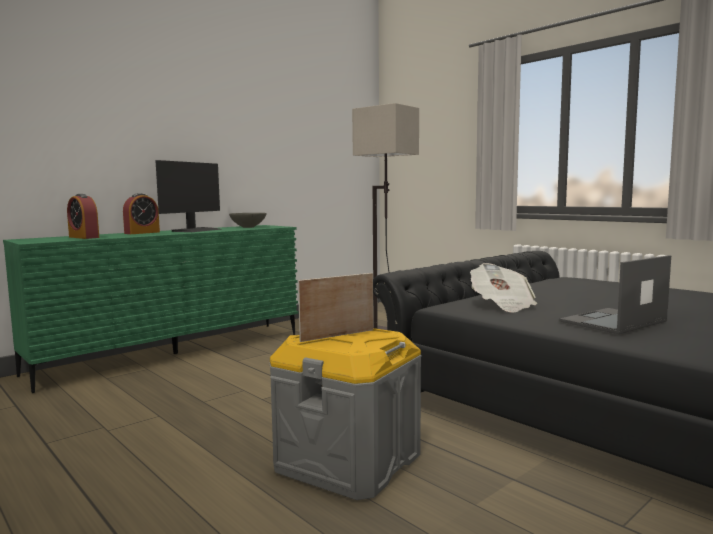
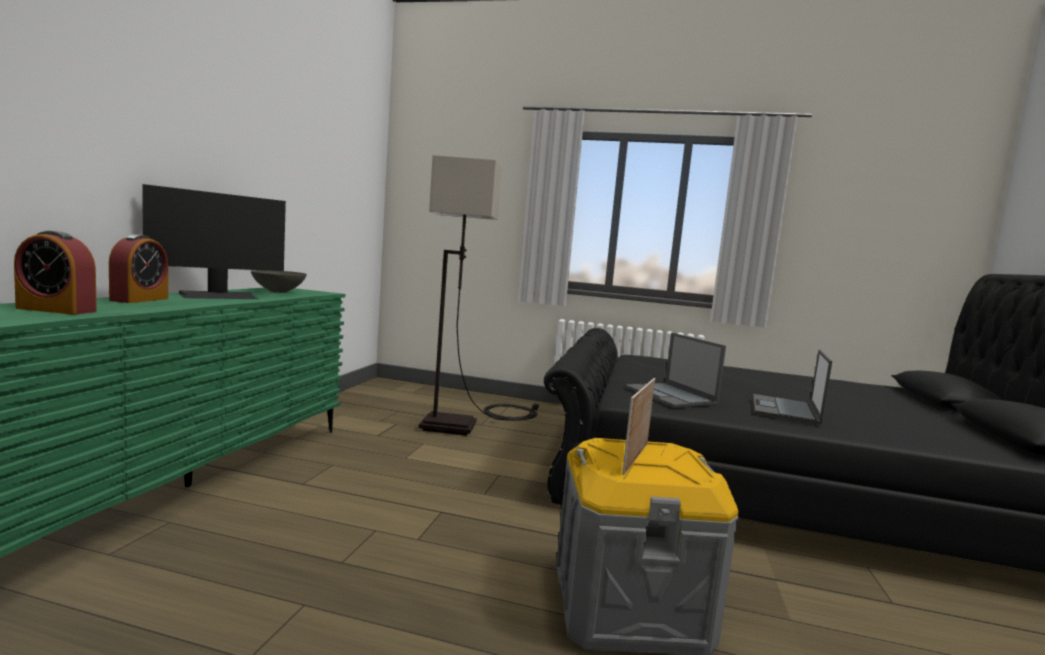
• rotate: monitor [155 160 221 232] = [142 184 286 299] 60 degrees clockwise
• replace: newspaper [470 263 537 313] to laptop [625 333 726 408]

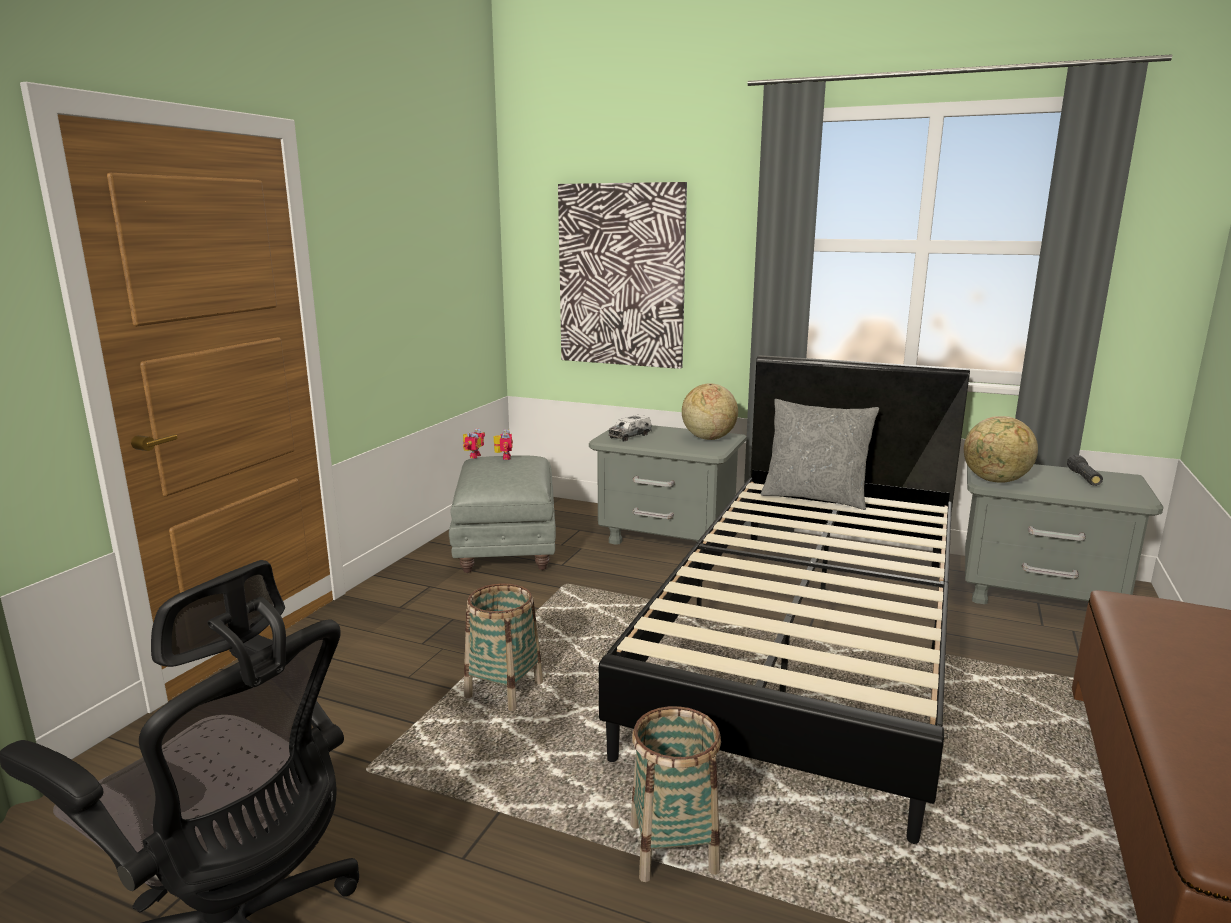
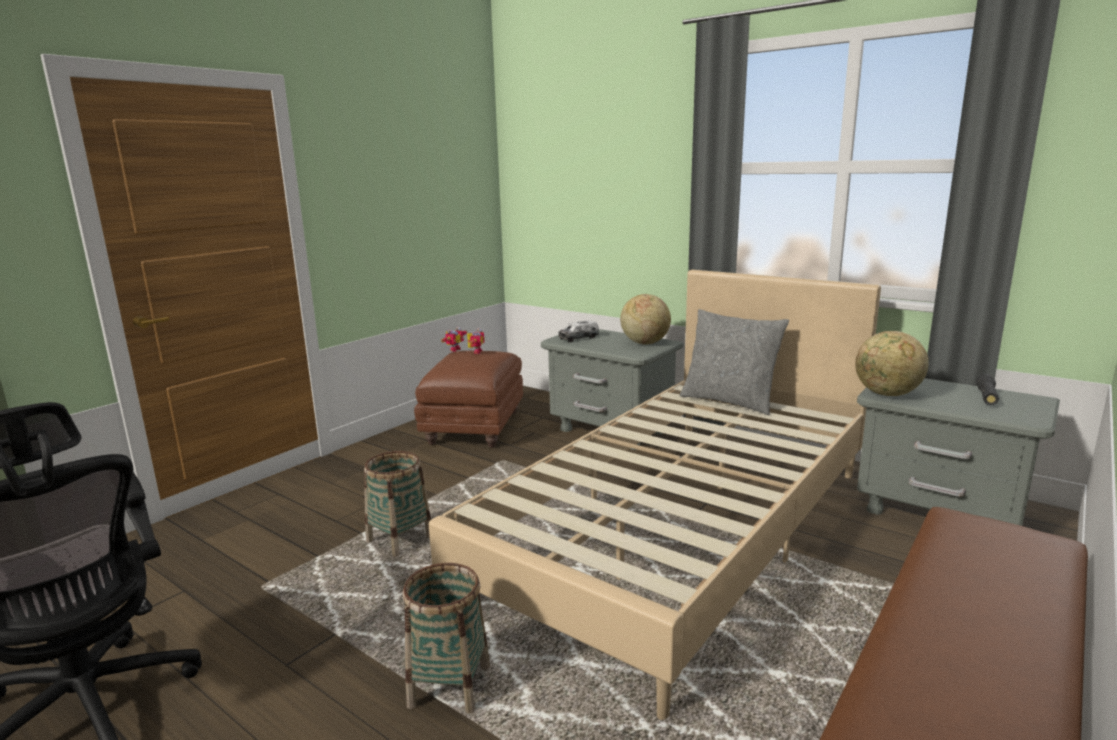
• delete: picture [558 182 687 369]
• recolor: bed (black) [599 355 970 844] to bed (beige) [429 270 881 720]
• recolor: ottoman (grey) [449 455 556 573] to ottoman (brown) [414 351 523 448]

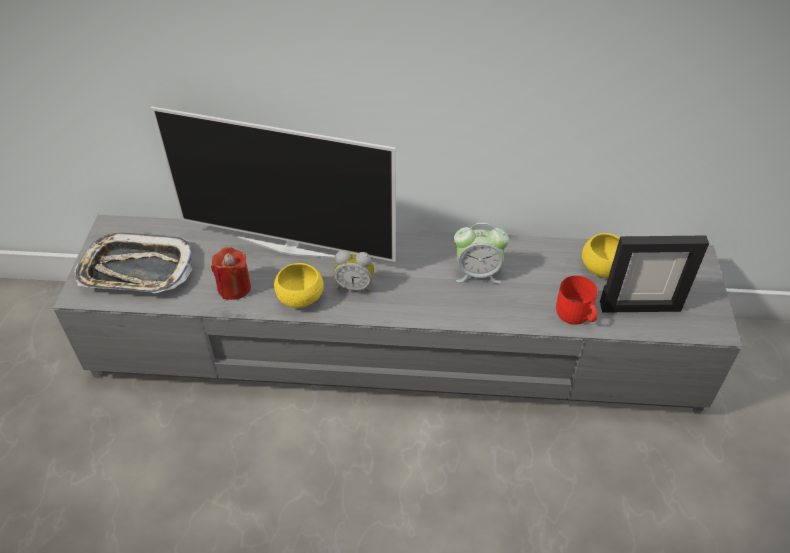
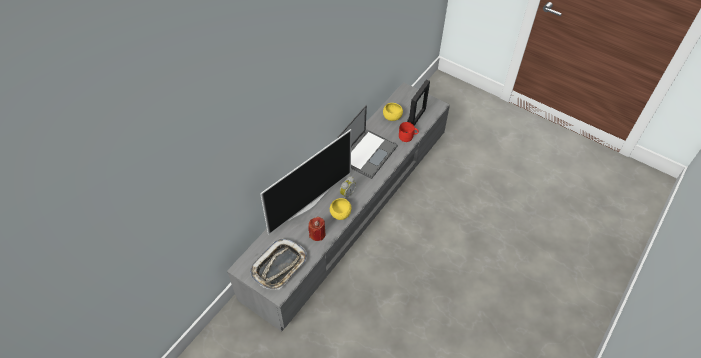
• replace: alarm clock [454 223 509 283] to laptop [338 105 398 179]

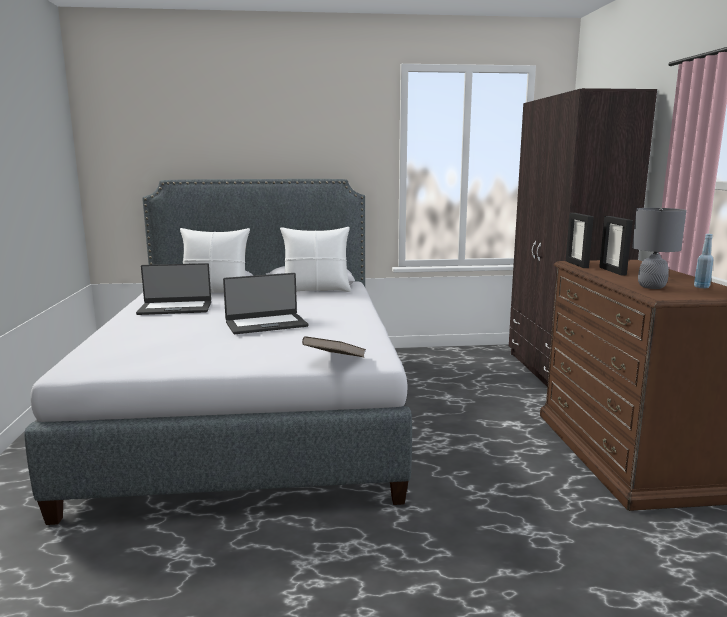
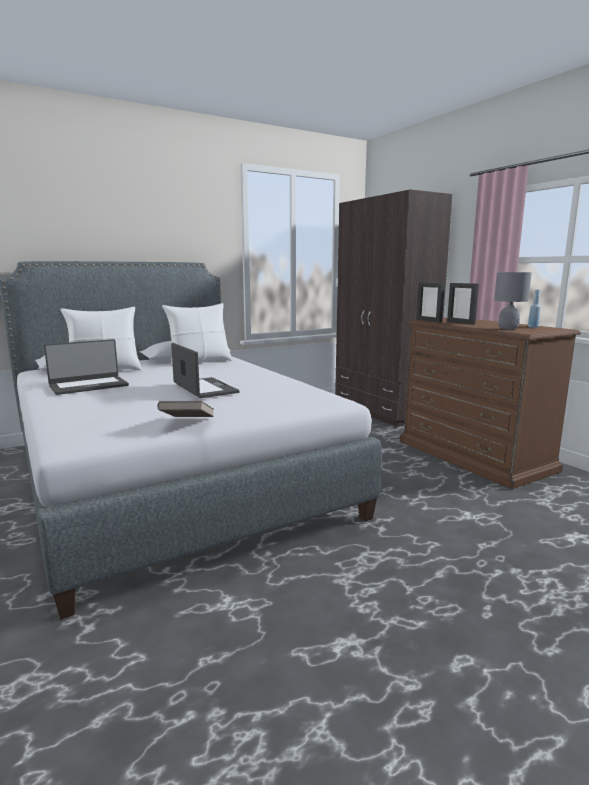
• rotate: laptop [223 273 308 334] = [171 343 240 398] 75 degrees counterclockwise
• move: book (brown) [302 336 366 357] to [157 401 214 417]

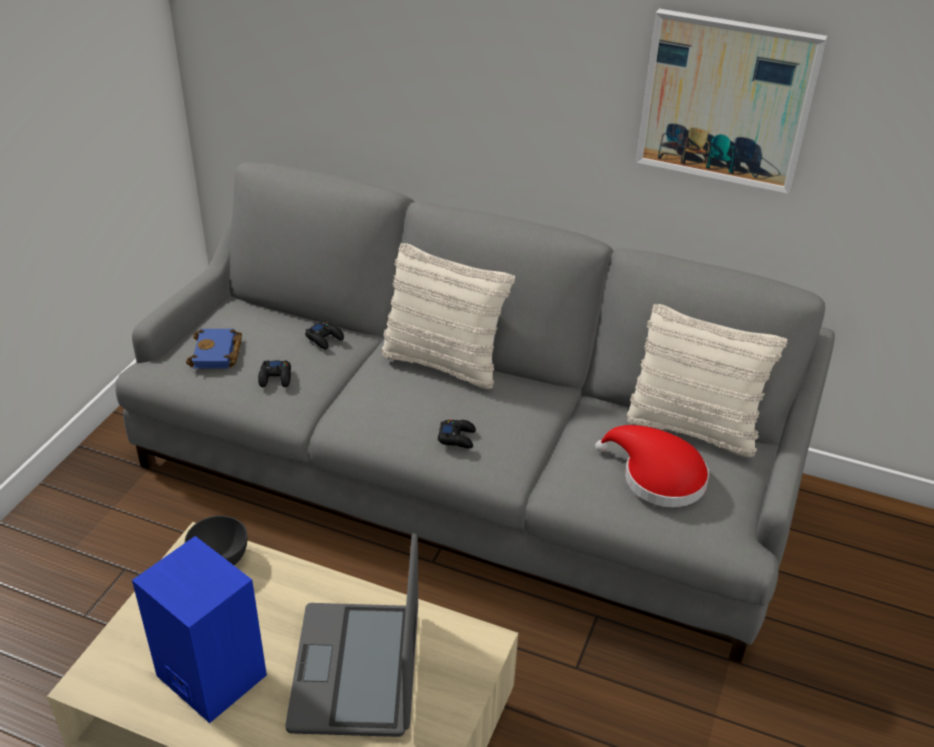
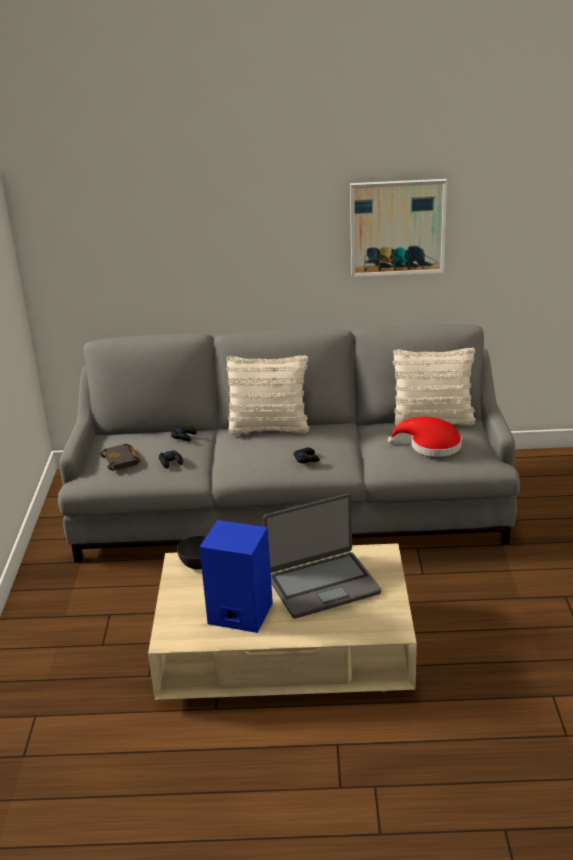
• recolor: book (blue) [186 329 242 369] to book (black) [100 444 141 471]
• rotate: laptop [285 533 418 737] = [263 494 381 619] 90 degrees counterclockwise

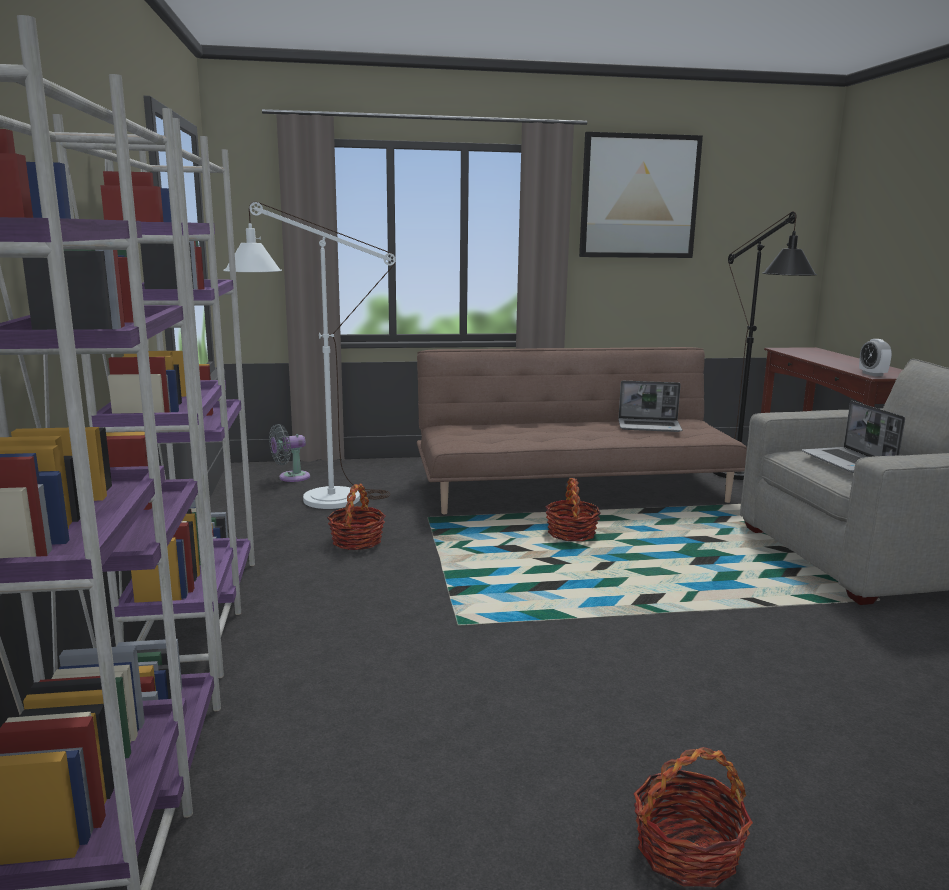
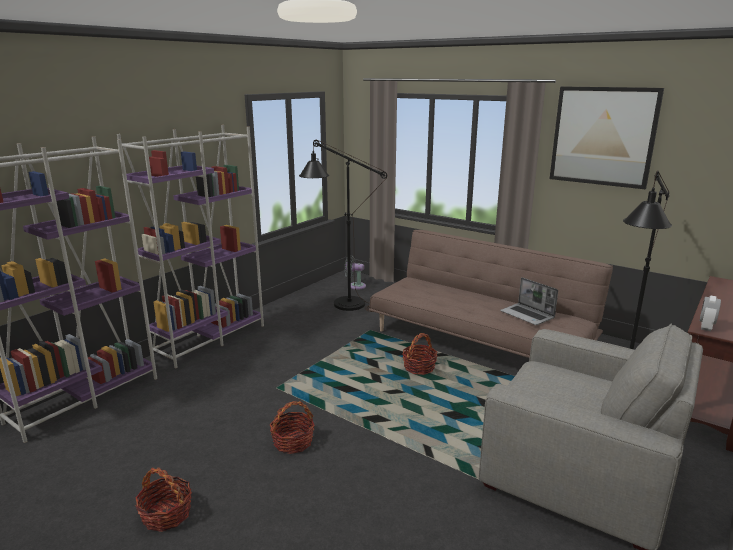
• recolor: floor lamp (white) [223 202 396 509] to floor lamp (black) [299 140 387 312]
• delete: laptop [802 401 905 473]
• move: basket [327 484 385 550] to [270 401 315 454]

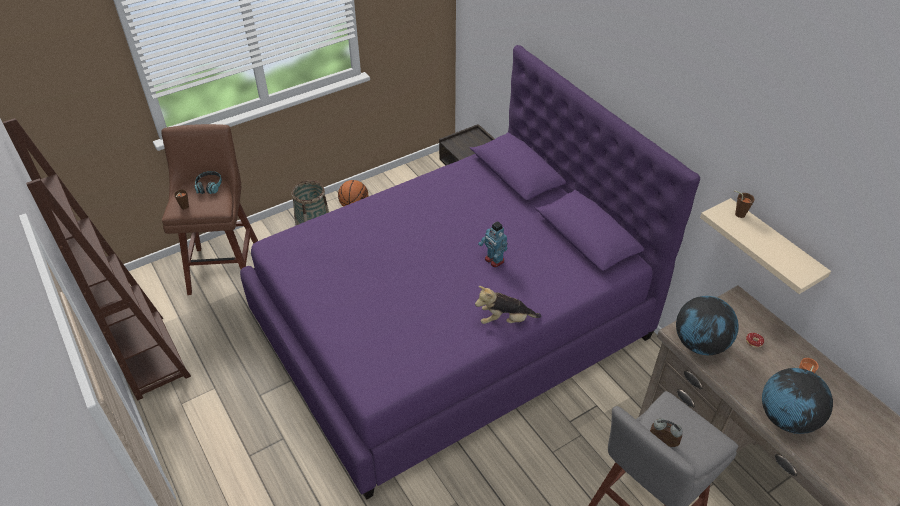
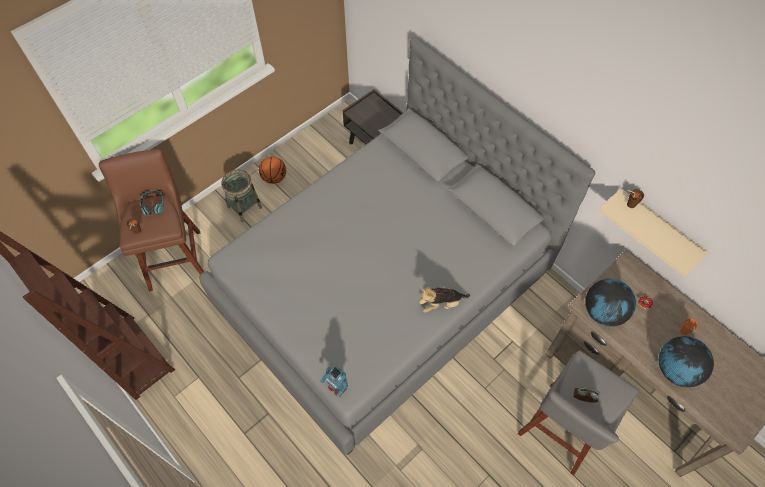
• recolor: bed (purple) [240 45 700 500] to bed (grey) [199 37 595 456]
• move: toy robot [478 221 508 267] to [320 367 348 398]

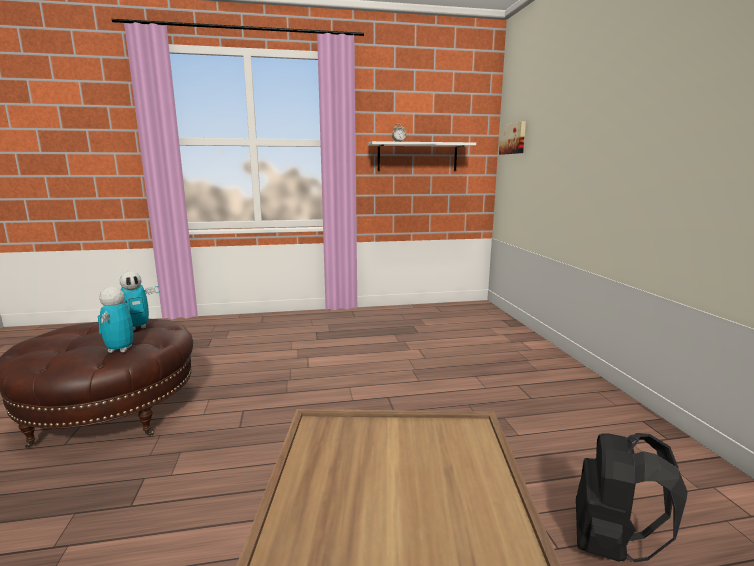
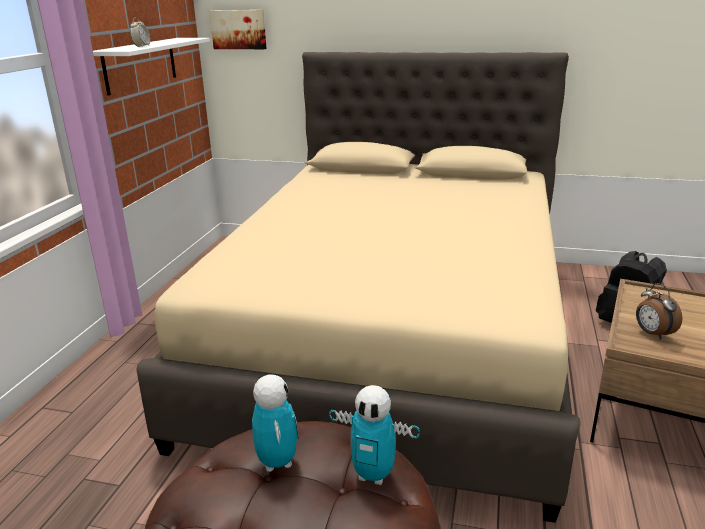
• insert: bed (beige) [136 52 580 523]
• insert: alarm clock [636 283 683 340]

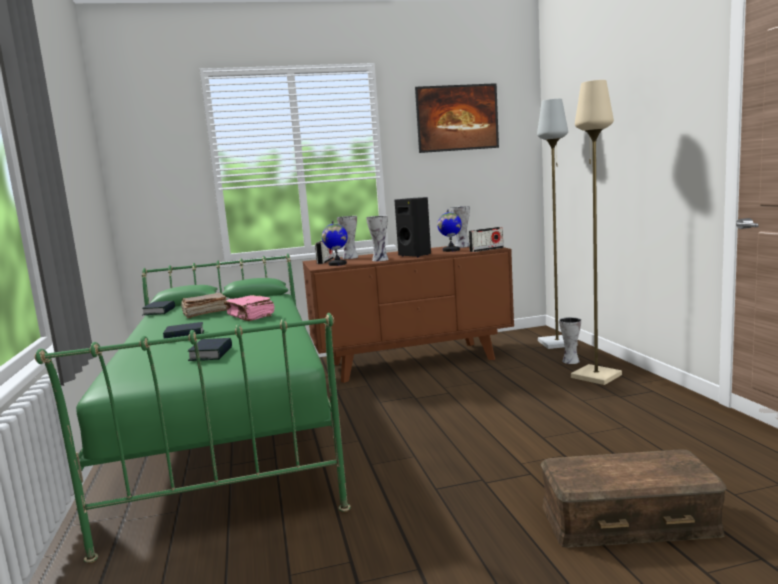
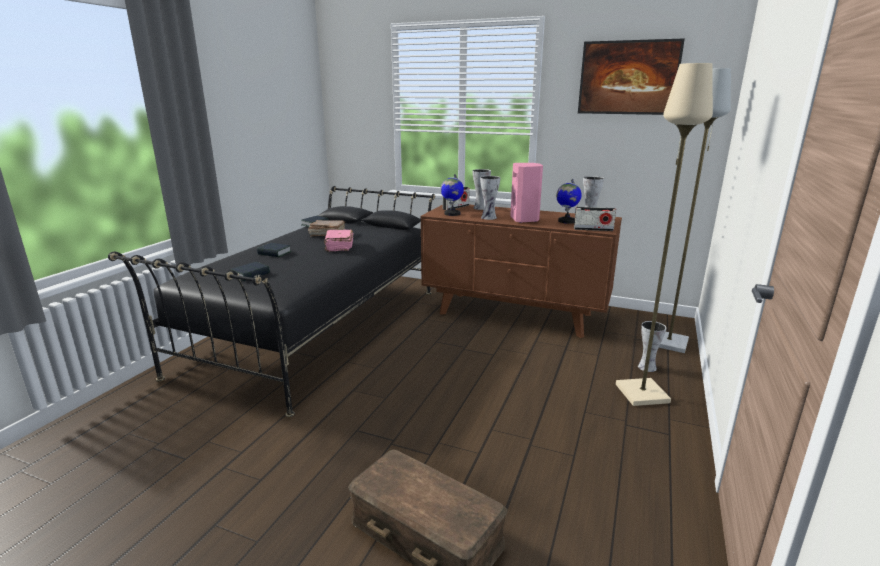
• recolor: speaker (black) [394 197 431 257] to speaker (pink) [510 163 543 223]
• recolor: bed (green) [35 253 351 564] to bed (black) [108 186 435 417]

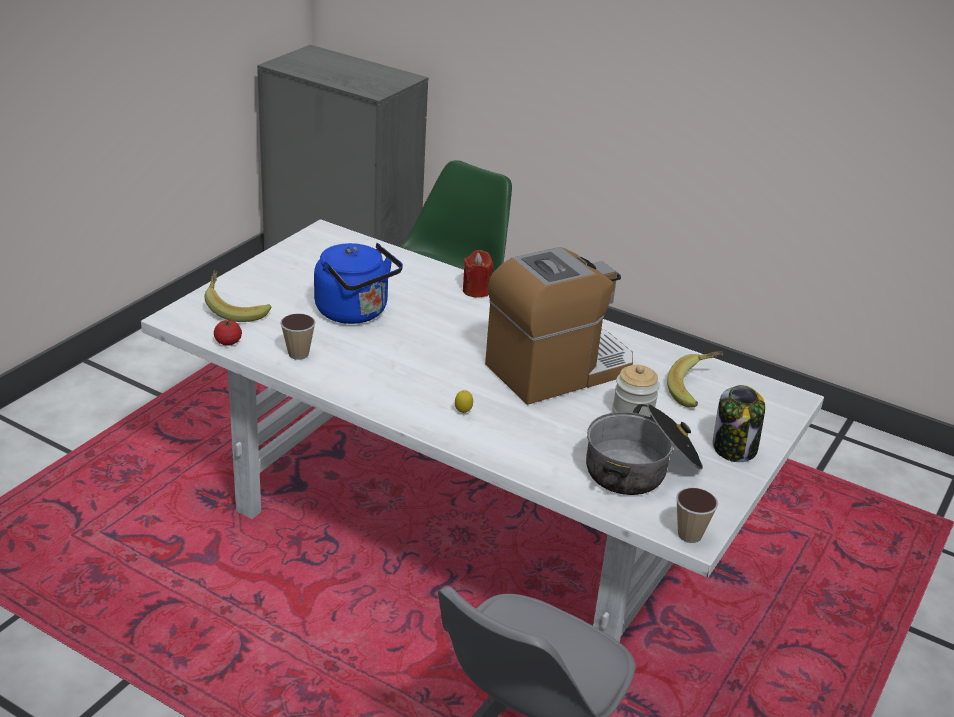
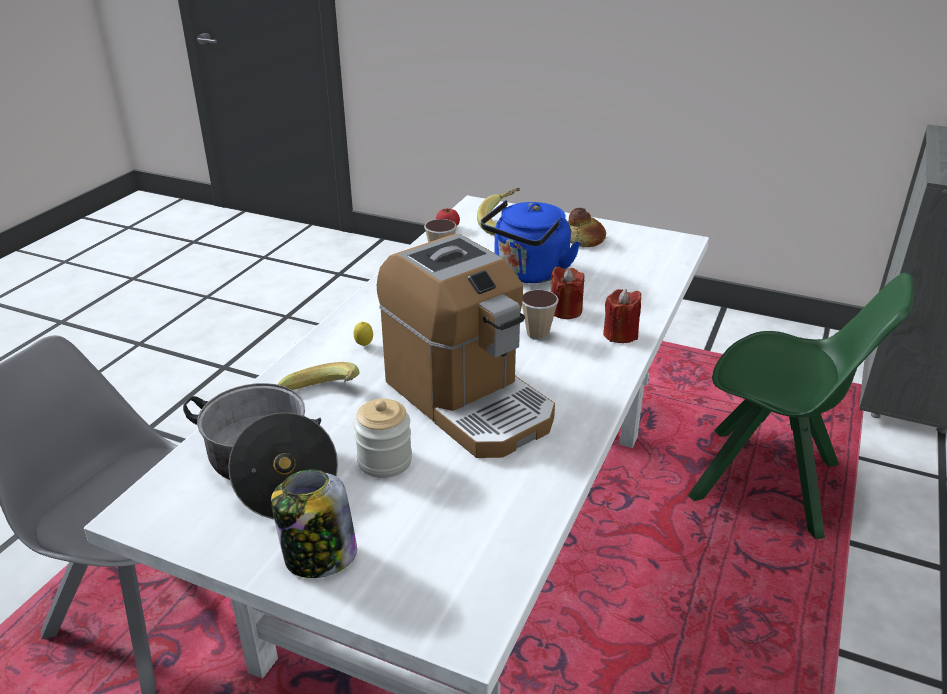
• move: banana [667 351 723 407] to [277 362 359 390]
• move: cup [676 488 718 543] to [522 290 559 340]
• insert: bread [568 208 606 247]
• insert: candle (red) [551 267 584 319]

